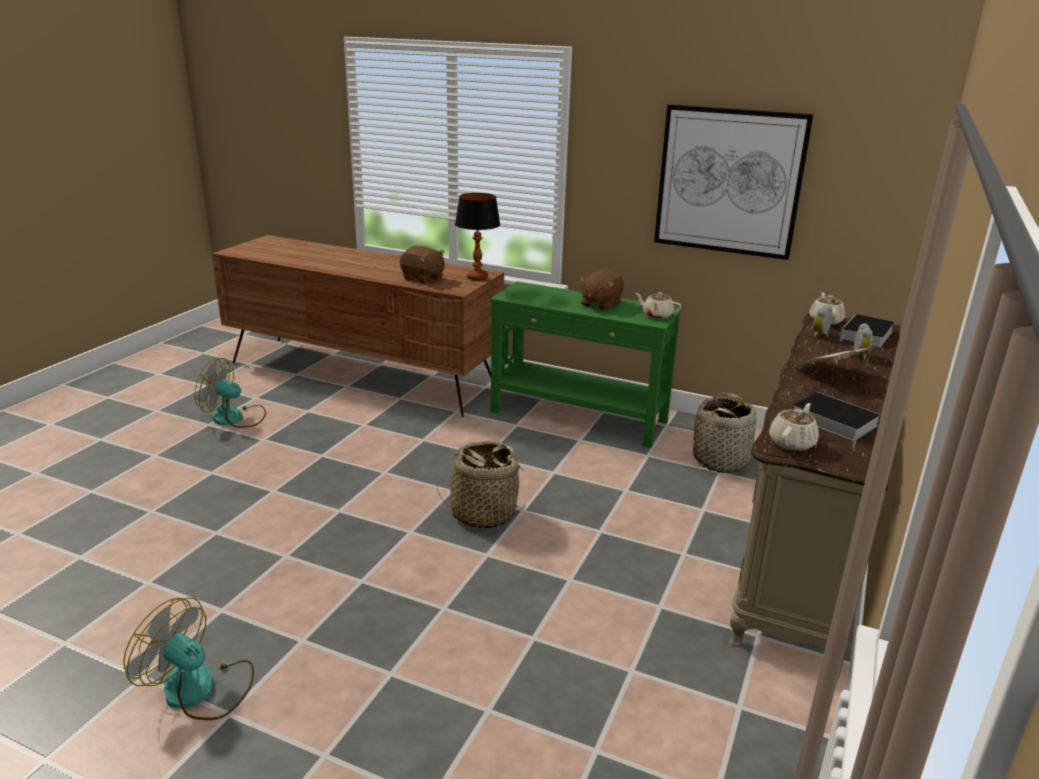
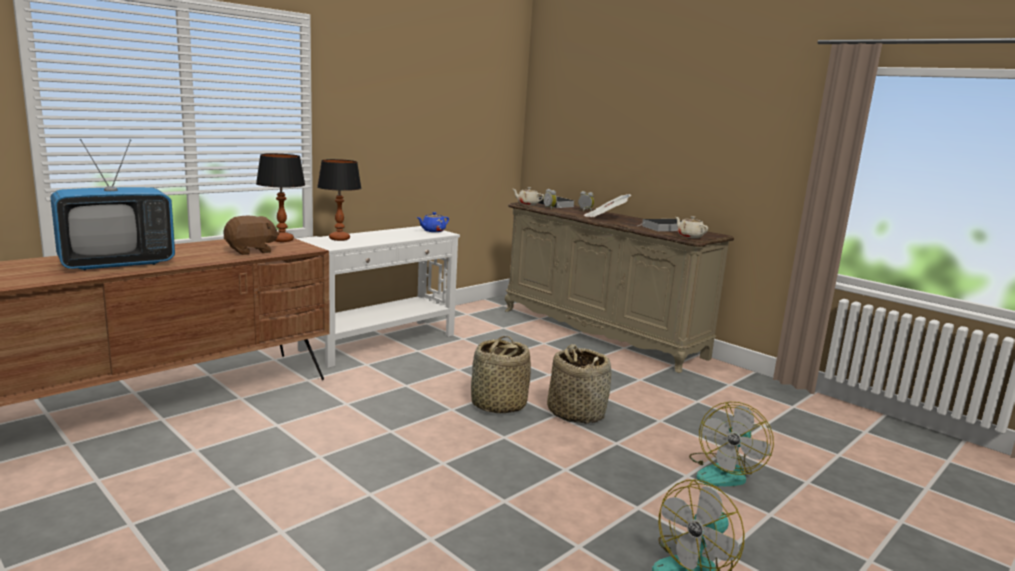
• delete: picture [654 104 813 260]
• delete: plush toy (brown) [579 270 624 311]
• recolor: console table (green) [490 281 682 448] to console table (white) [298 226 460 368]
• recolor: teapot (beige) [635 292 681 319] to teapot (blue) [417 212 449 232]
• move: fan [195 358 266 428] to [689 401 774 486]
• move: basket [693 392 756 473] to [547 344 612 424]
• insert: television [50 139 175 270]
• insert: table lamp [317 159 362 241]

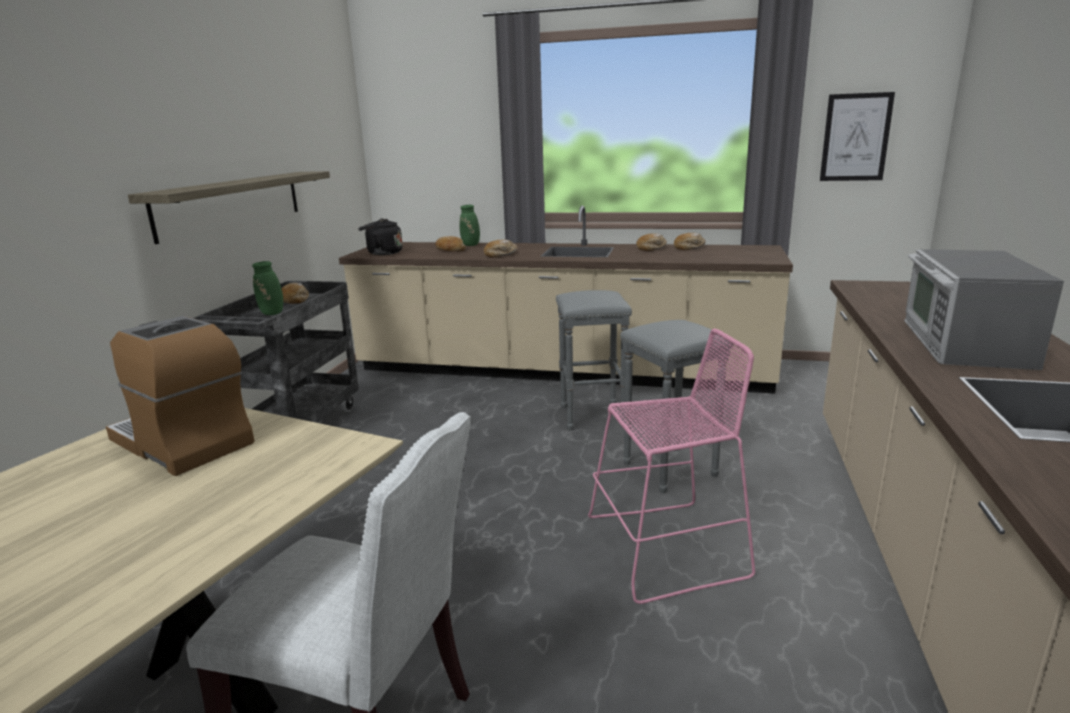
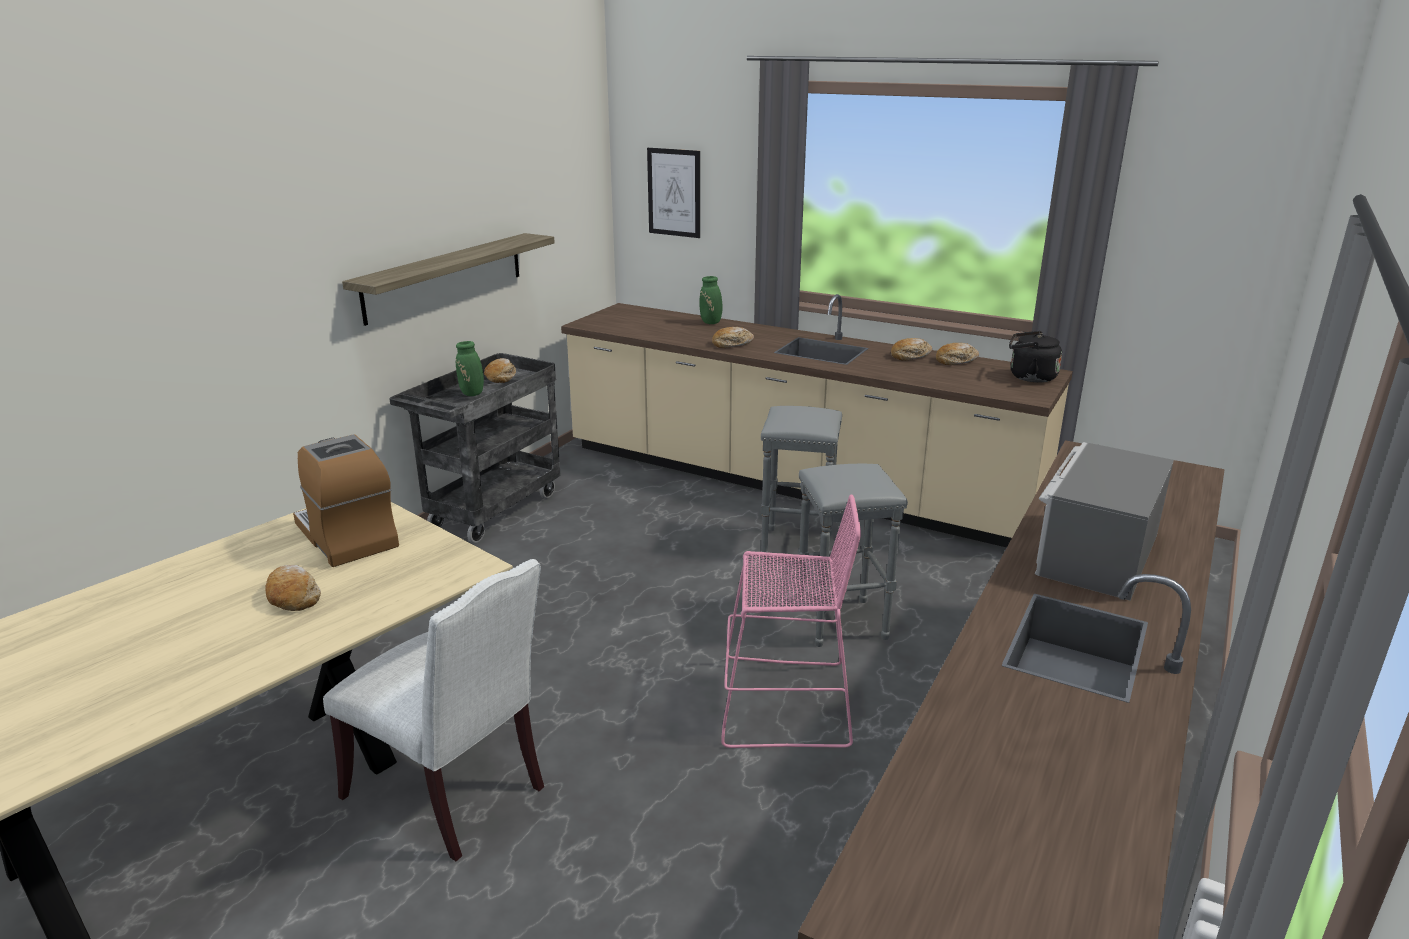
• move: picture [820 92 895 181] to [647 148 700 238]
• move: kettle (black) [358 219 403 255] to [1009 331 1062 382]
• move: bread [436 236 466 252] to [266 565 321 611]

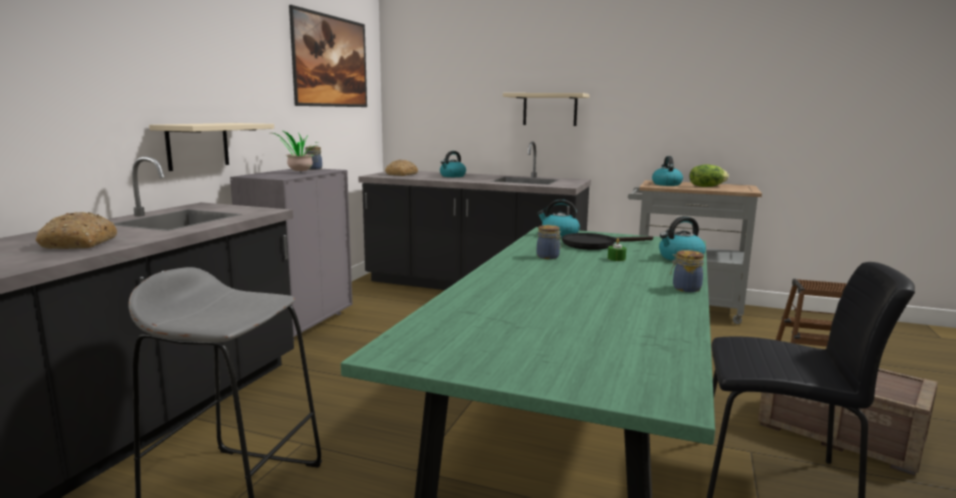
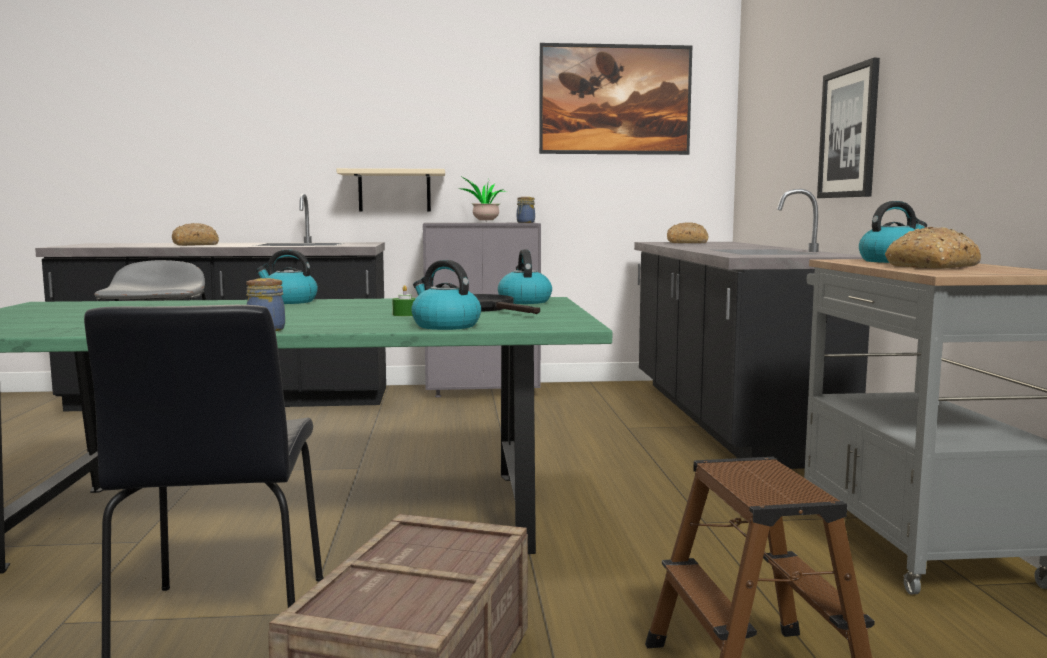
• replace: shelf (beige) [503 93 590 126] to picture [817 58 880 198]
• move: kettle [440 151 466 177] to [256 249 318 304]
• replace: lettuce [689 164 729 187] to bread [885 227 981 269]
• delete: jar [537 225 561 259]

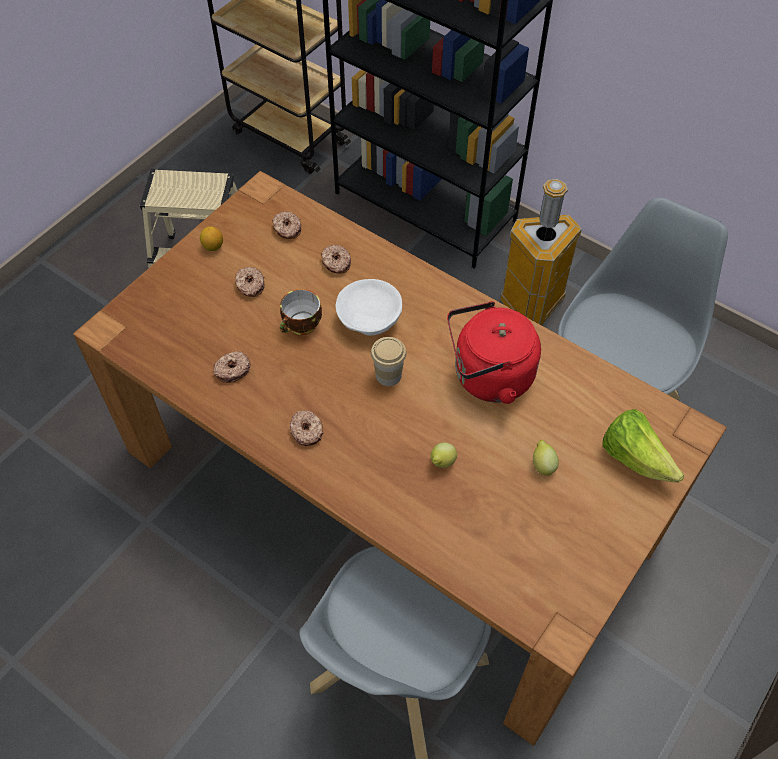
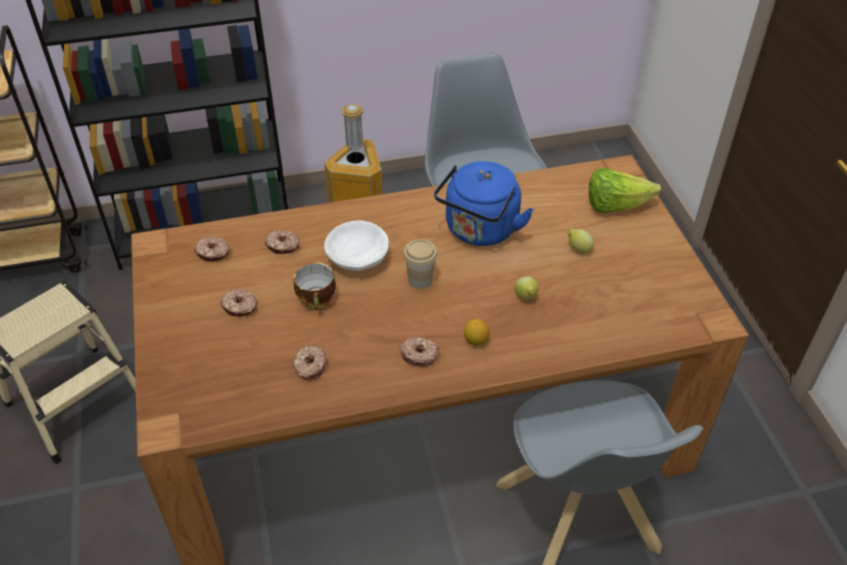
• move: lemon [200 226 223 251] to [464 319 490 346]
• recolor: kettle (red) [447 301 541 404] to kettle (blue) [434 161 534 246]

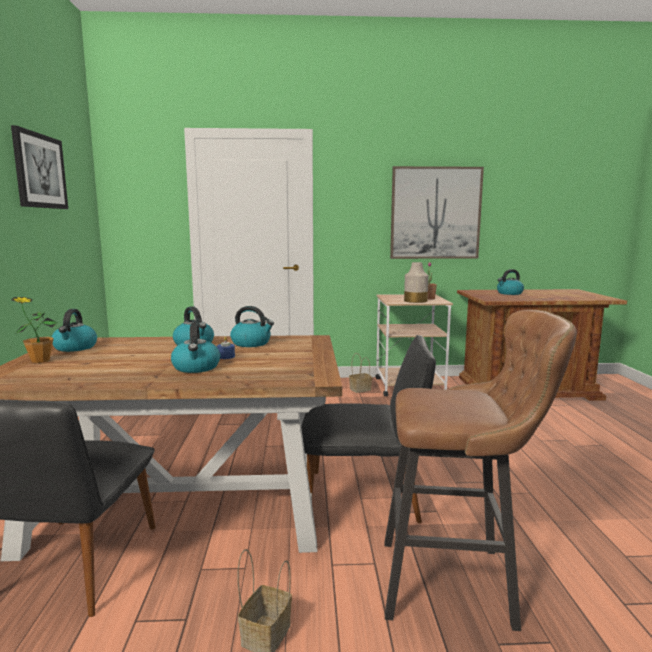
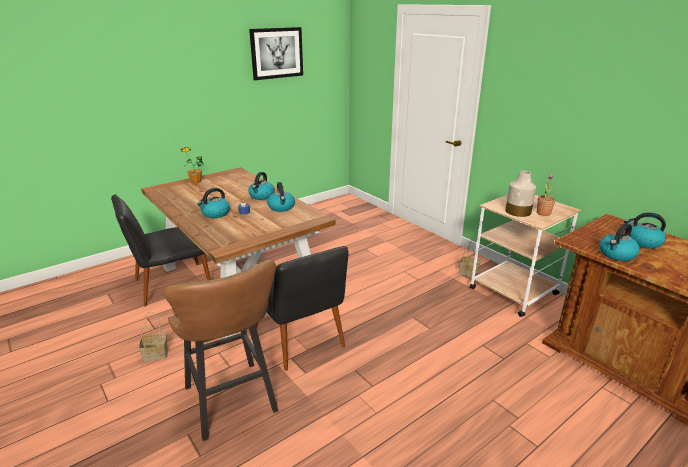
• delete: picture [390 166 484 259]
• move: kettle [52 309 97 352] to [599 223 640 261]

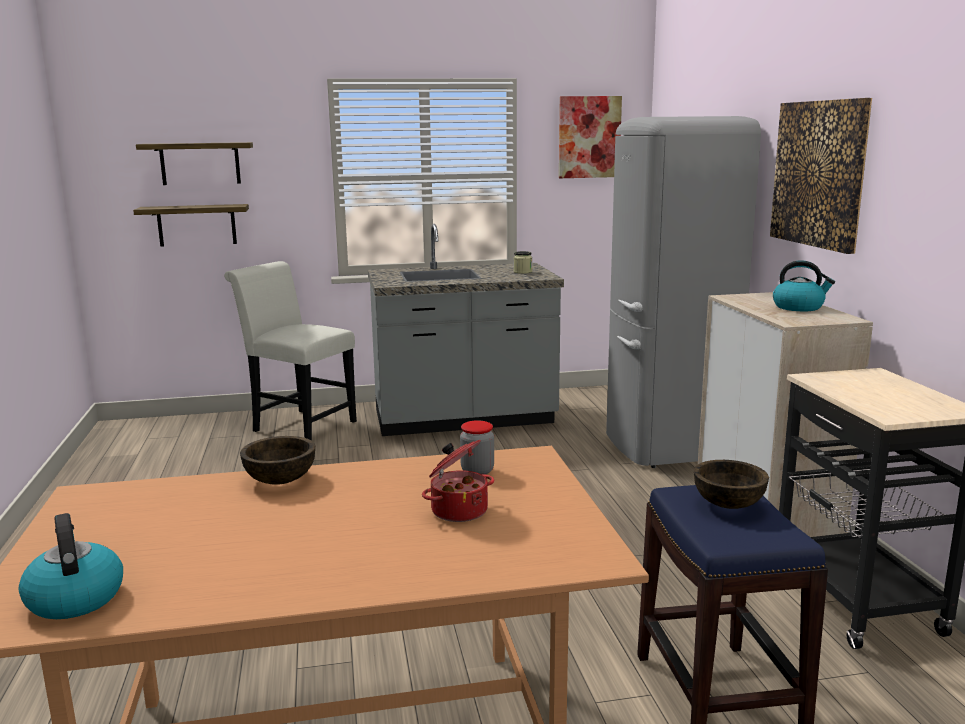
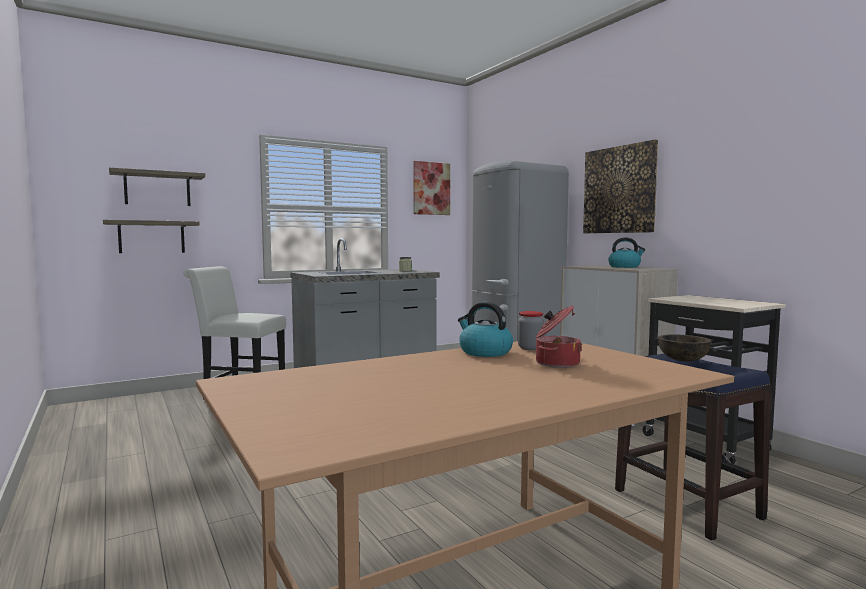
• delete: bowl (brown) [240 436 315 485]
• move: kettle [18 513 123 619] to [458 302 513 357]

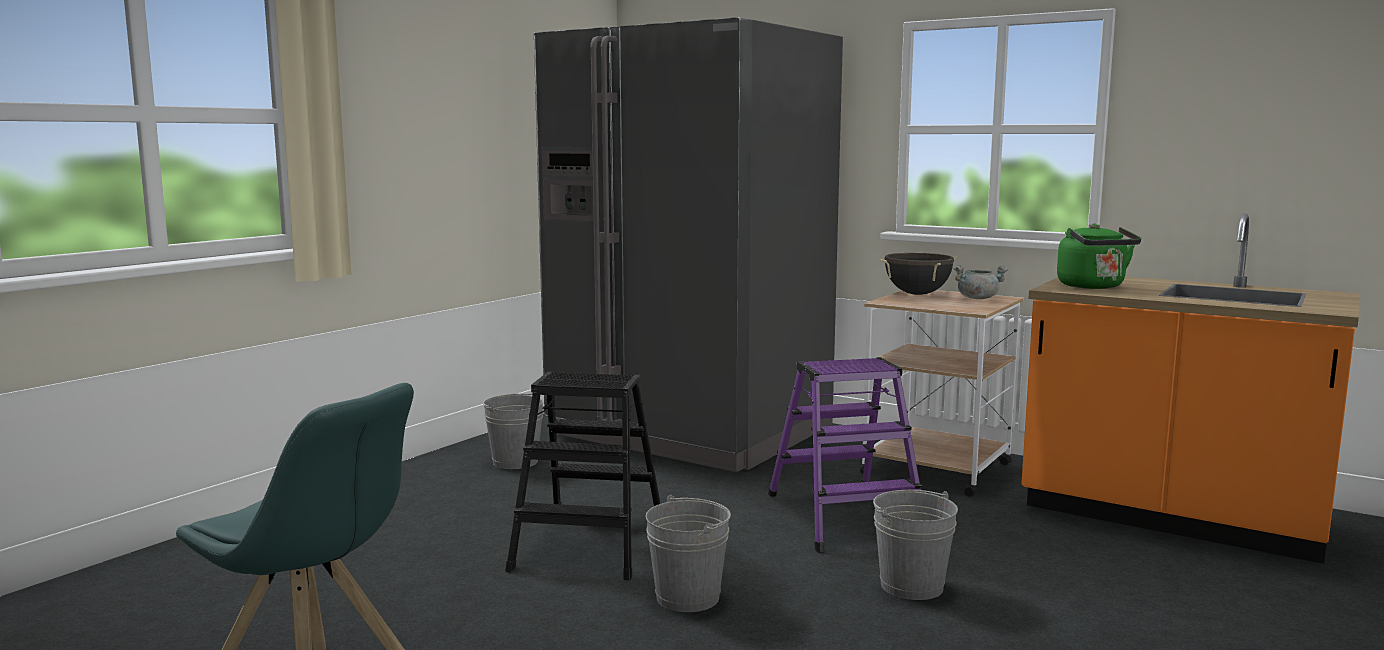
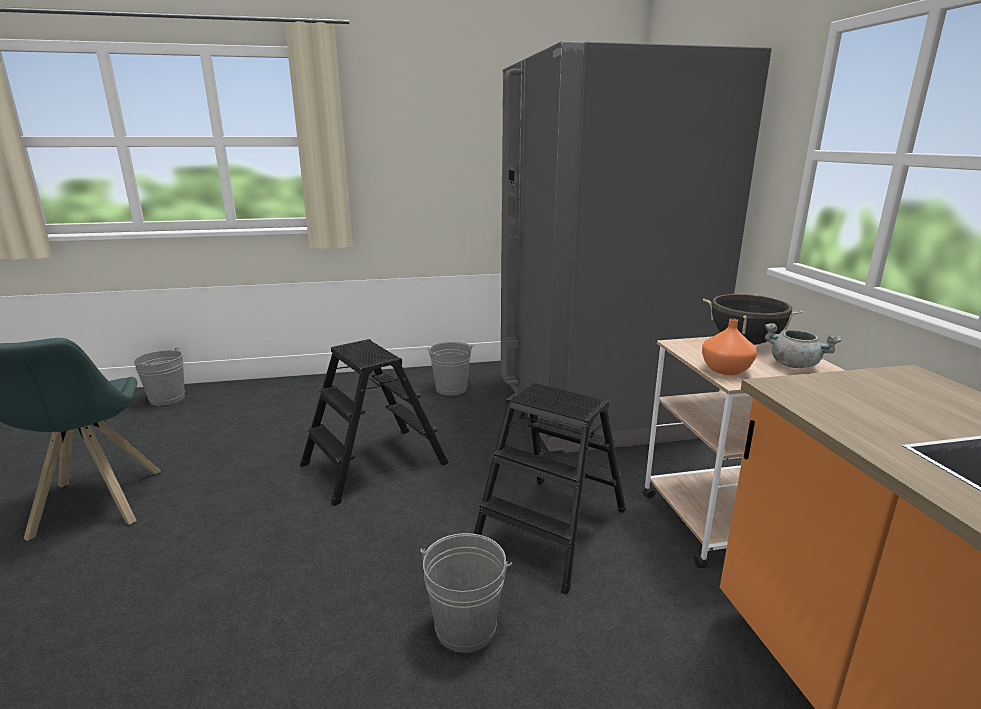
• delete: kettle (green) [1057 223 1141 289]
• recolor: step ladder (purple) [768 357 922 553] to step ladder (black) [474 382 626 595]
• move: bucket (grey) [646 495 731 612] to [134 347 185 405]
• insert: vase (orange) [702 319 757 375]

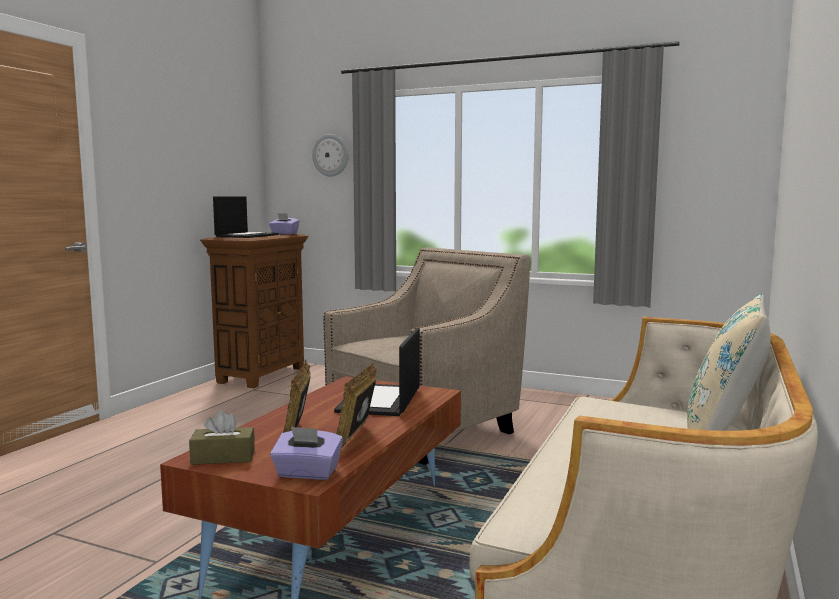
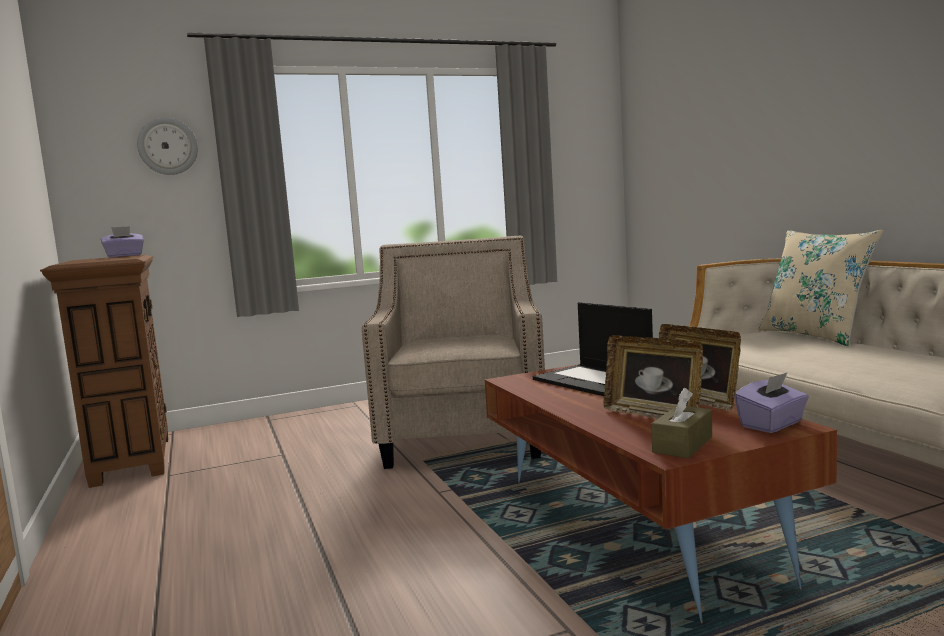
• delete: laptop [213 196 279 238]

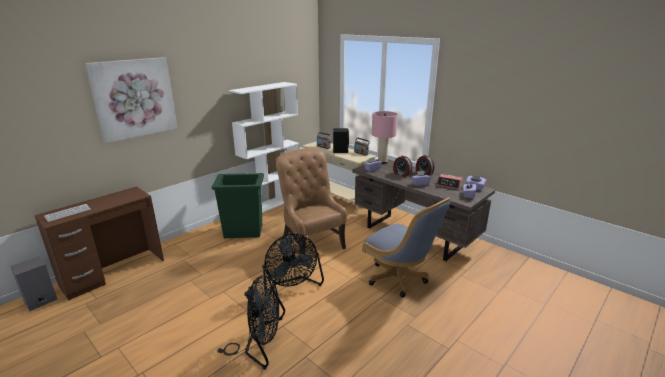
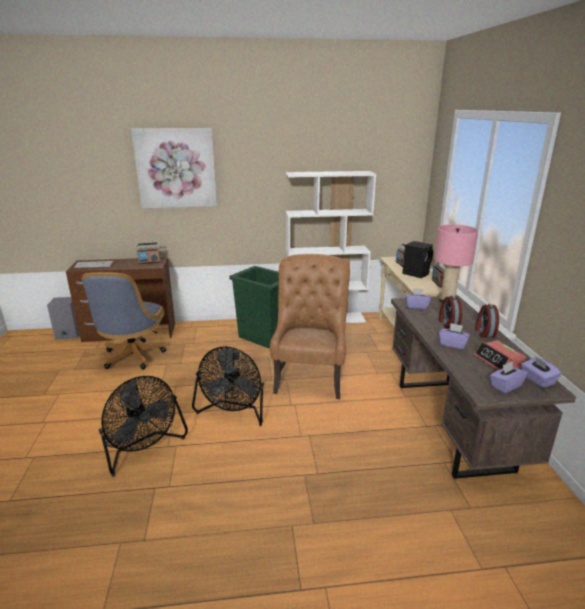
• move: office chair (blue) [362 197 450 297] to [82 272 166 370]
• insert: radio [135 242 161 264]

